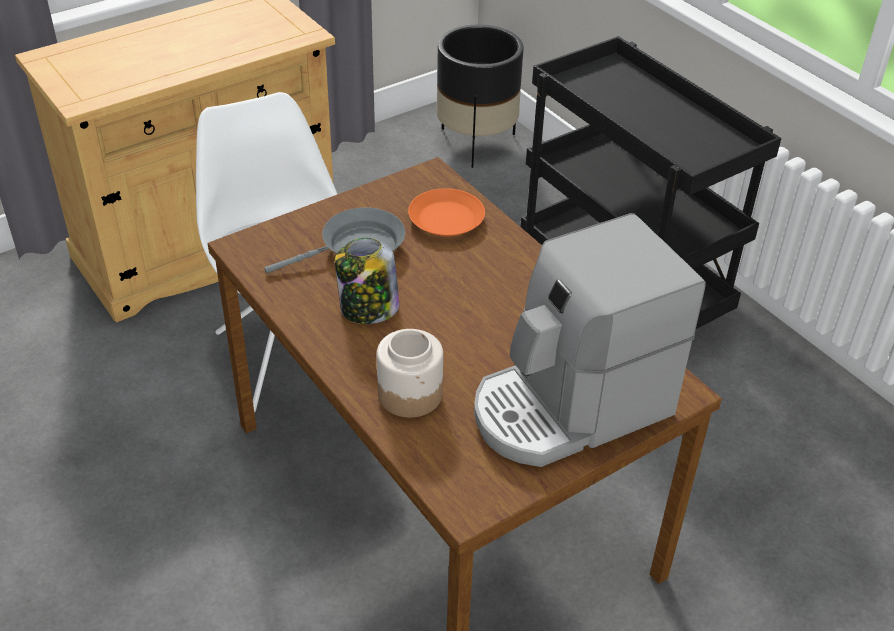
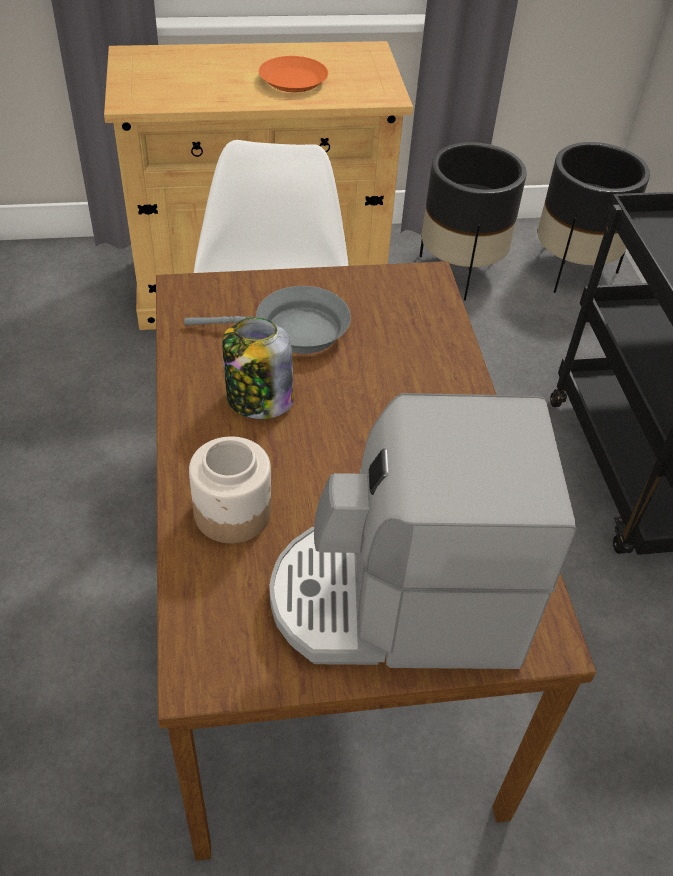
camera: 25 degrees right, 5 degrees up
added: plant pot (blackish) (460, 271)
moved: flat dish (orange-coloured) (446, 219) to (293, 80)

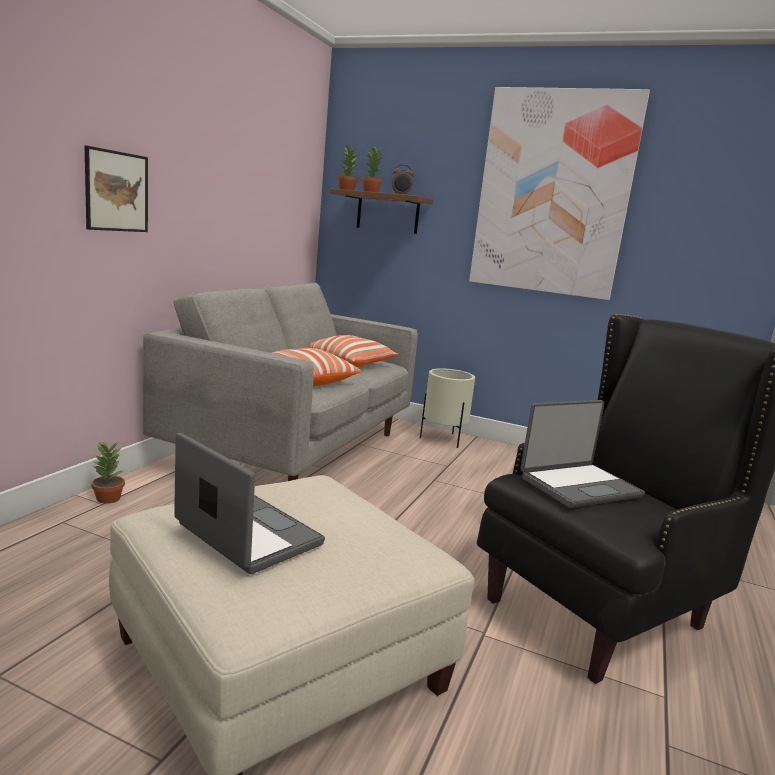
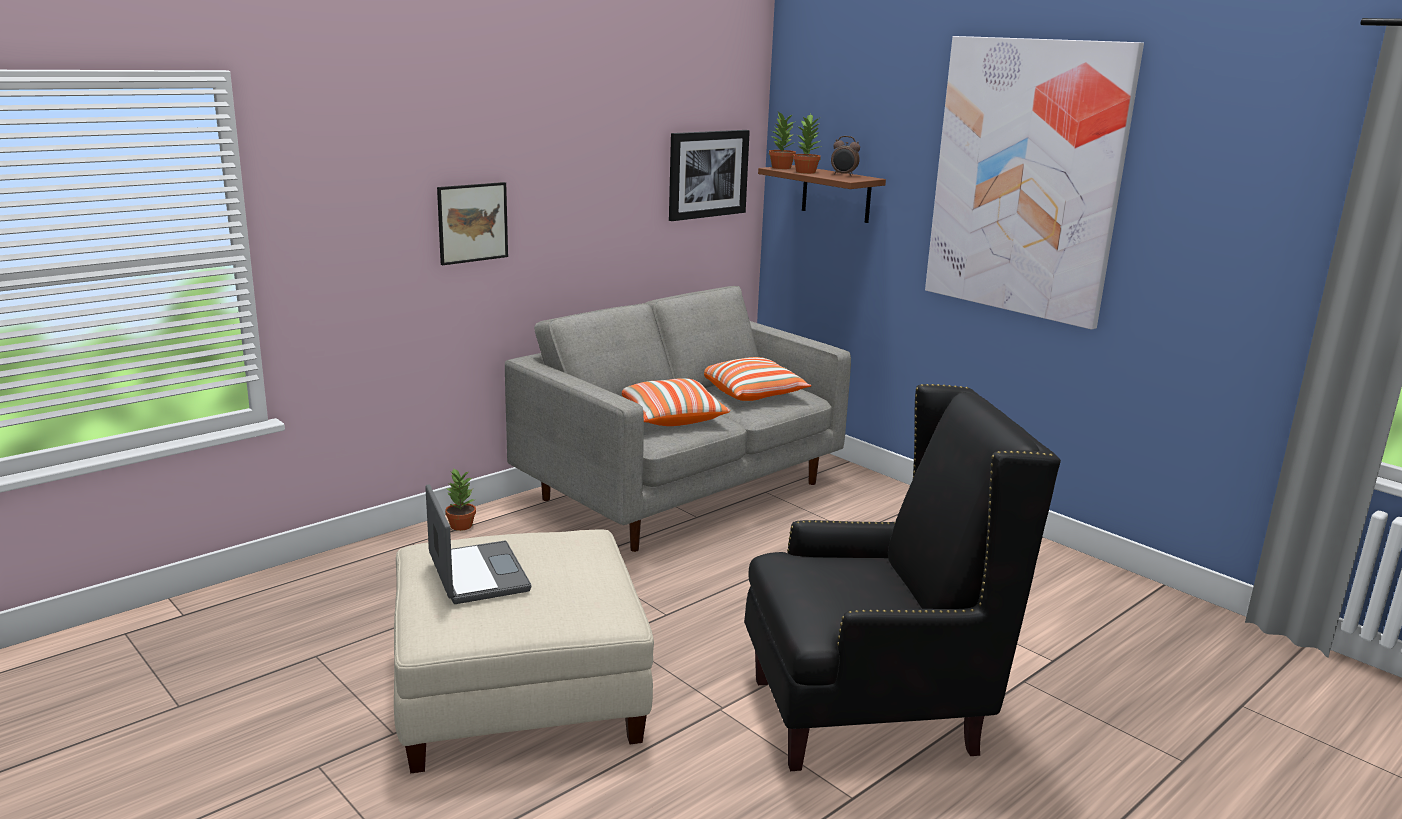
camera: 25 degrees right, 5 degrees up
removed: plant pot (beige-coloured) (443, 439); portable computer (578, 486)
added: wall art (707, 174)

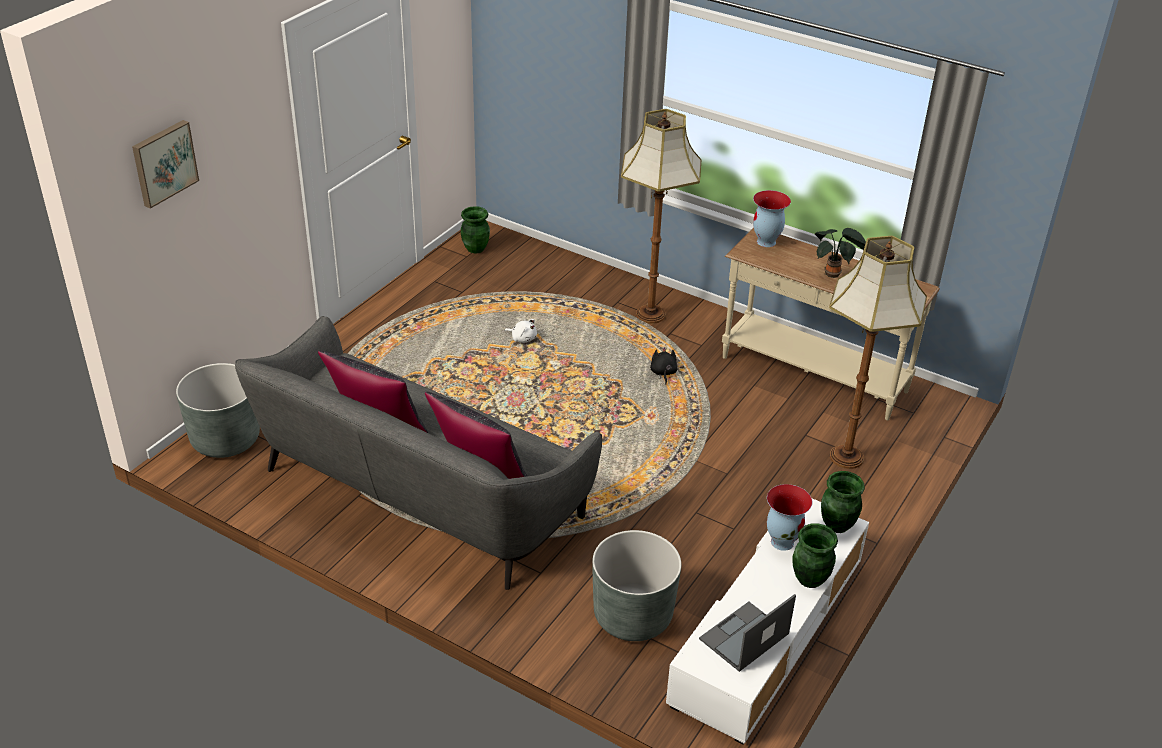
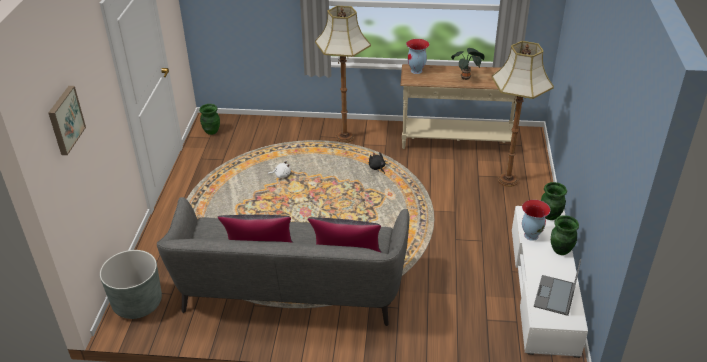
camera: 25 degrees left, 0 degrees up
removed: plant pot (greyish) (632, 615)

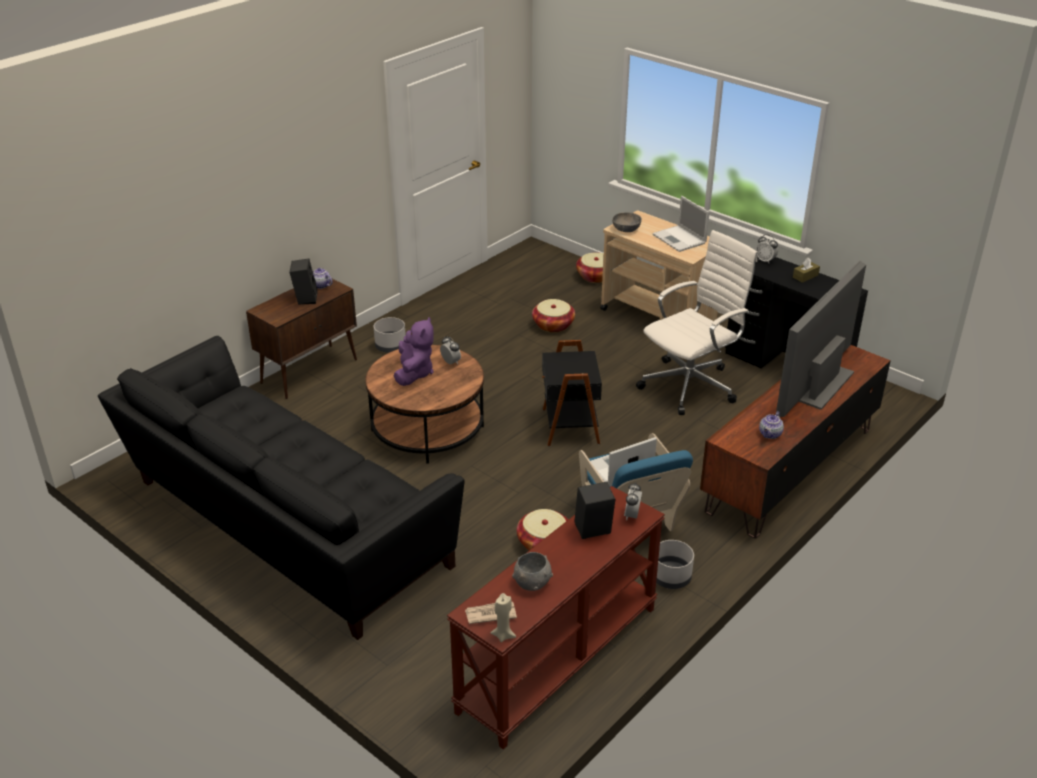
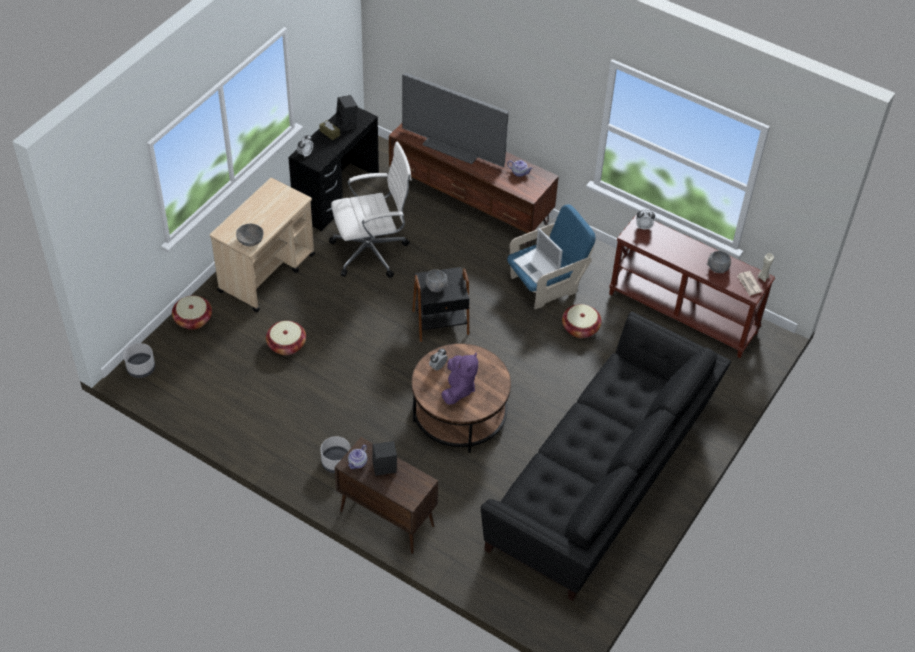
camera: 100 degrees left, 15 degrees up
removed: portable computer (680, 239)
added: deep dish (greyish) (436, 286)
moved: loudspeaker (blackish) (592, 531) to (347, 125); plant pot (greyish) (671, 577) to (141, 368)
turned: desk chair (white) (691, 385) = (372, 252) 120 degrees clockwise; soft toy (purple-coloured) (414, 373) = (458, 389) 105 degrees clockwise

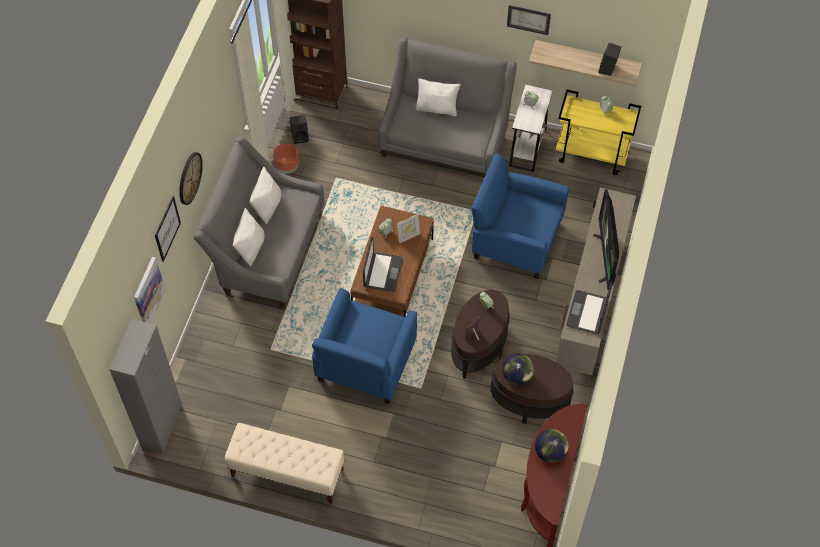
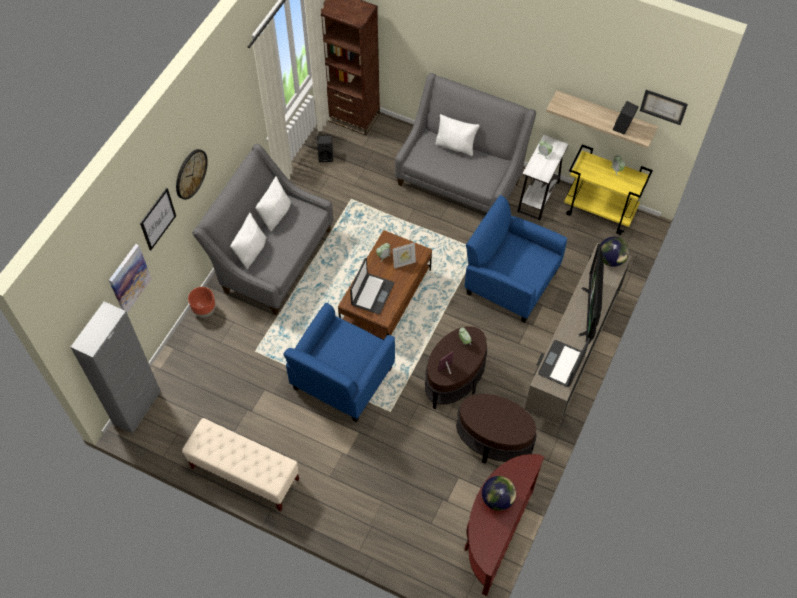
camera: 10 degrees right, 0 degrees up
moved: wall art (528, 19) to (663, 106); plant pot (brown-coloured) (287, 167) to (204, 310); desk globe (517, 376) to (611, 259)

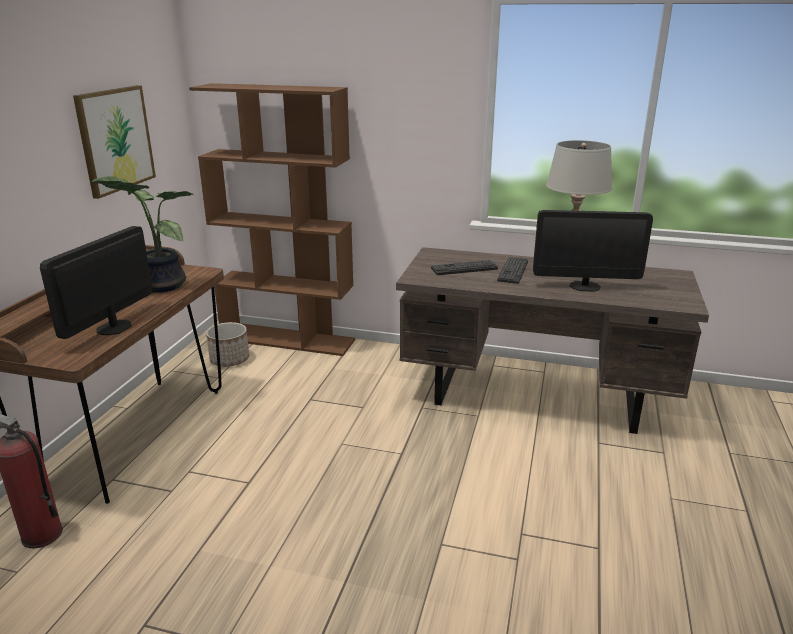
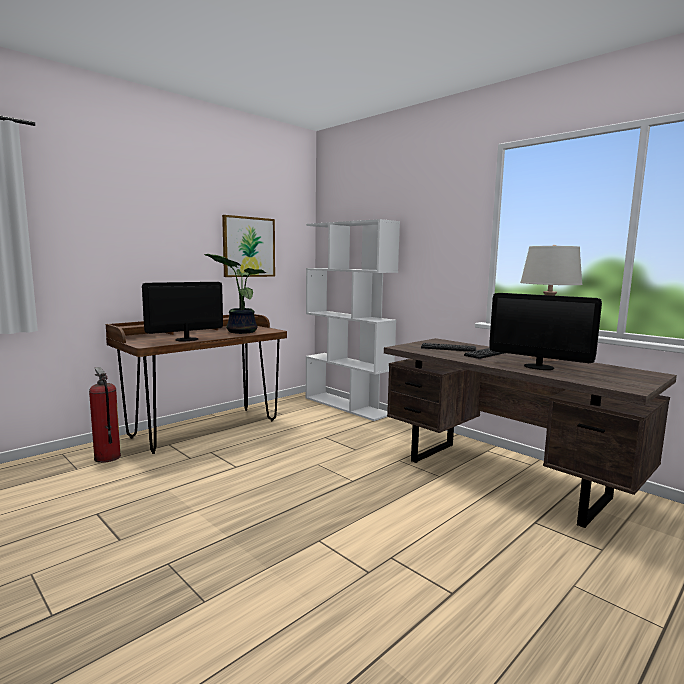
camera: 30 degrees right, 15 degrees down
removed: plant pot (230, 360)
recoloured: shelving unit (brown-coloured) (289, 339) to shelving unit (white) (347, 406)

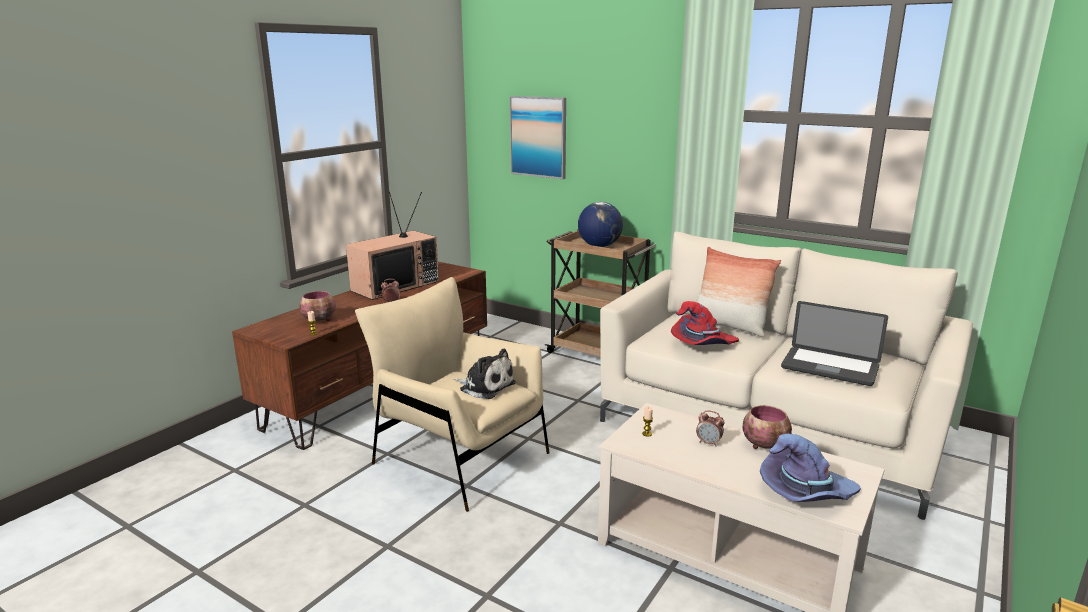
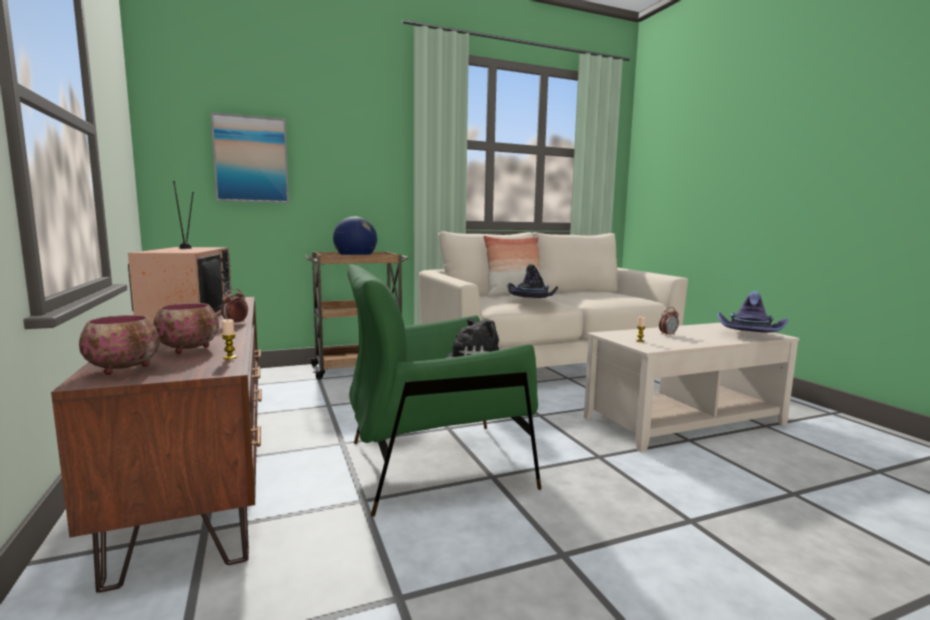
camera: 55 degrees left, 10 degrees down
removed: portable computer (829, 367)
moved: deep dish (766, 445) to (125, 369)
recoloured: armchair (beige-coloured) (460, 458) to armchair (green) (436, 465); clothing hat (red) (702, 344) to clothing hat (blackish) (532, 301)

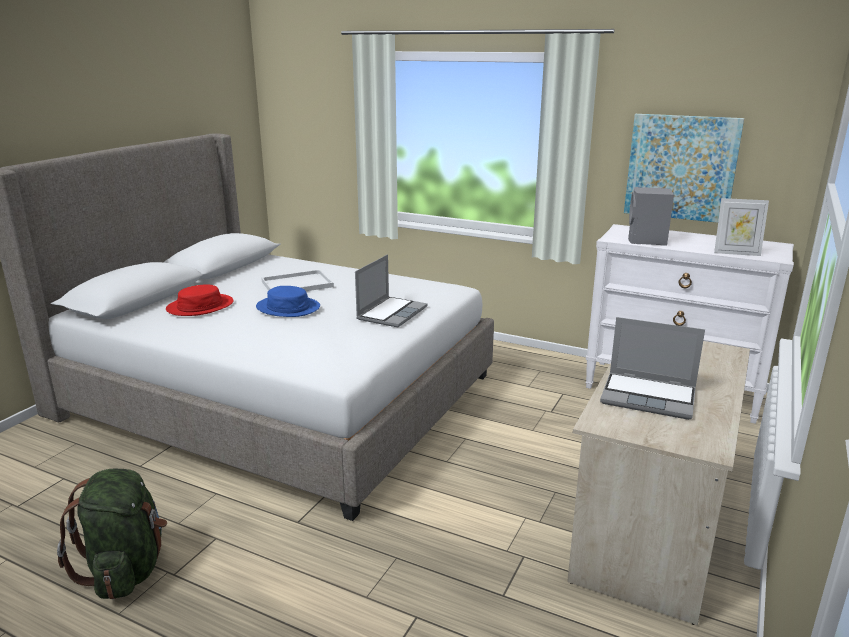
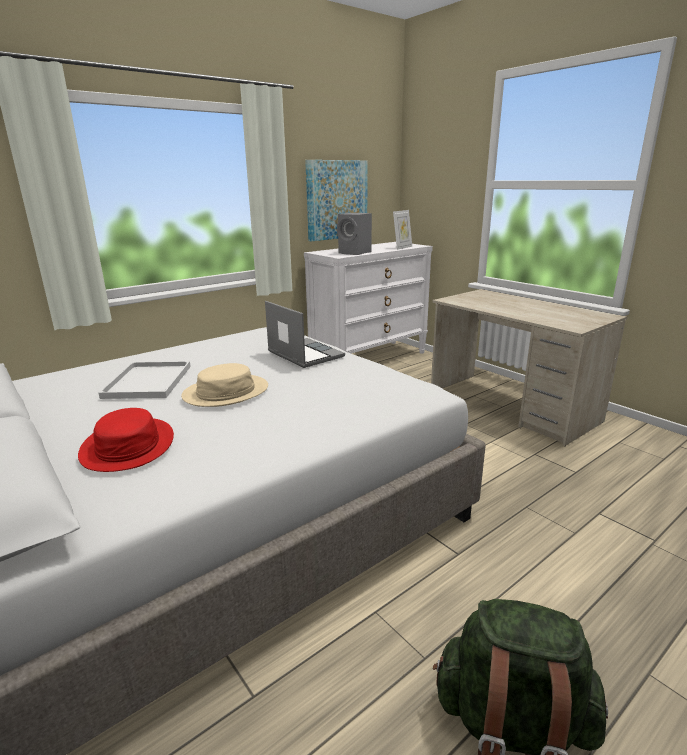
camera: 65 degrees left, 0 degrees up
removed: portable computer (649, 397)
recoloured: clothing hat (blue) (288, 307) to clothing hat (beige-coloured) (226, 392)

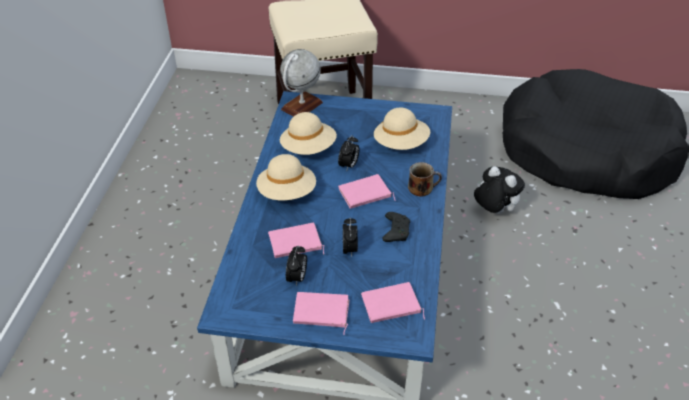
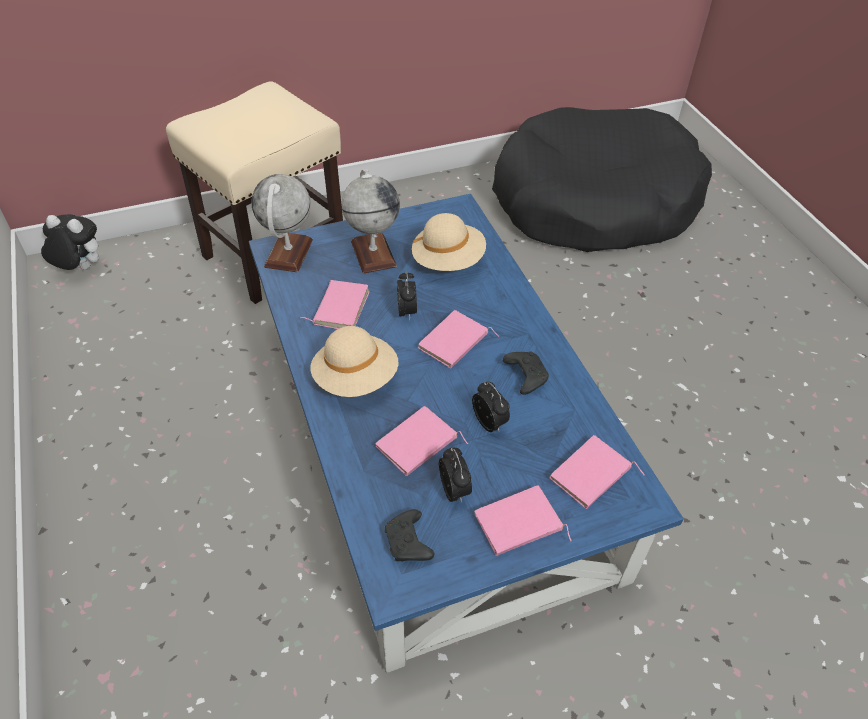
camera: 30 degrees left, 5 degrees up
removed: tea mug (422, 187)
added: desk globe (373, 253); joypad (blackish) (409, 543)
moved: soft toy (493, 211) to (80, 268)
replaced: clothing hat (beige-coloured) (308, 148) to volume (pink-coloured) (339, 307)

